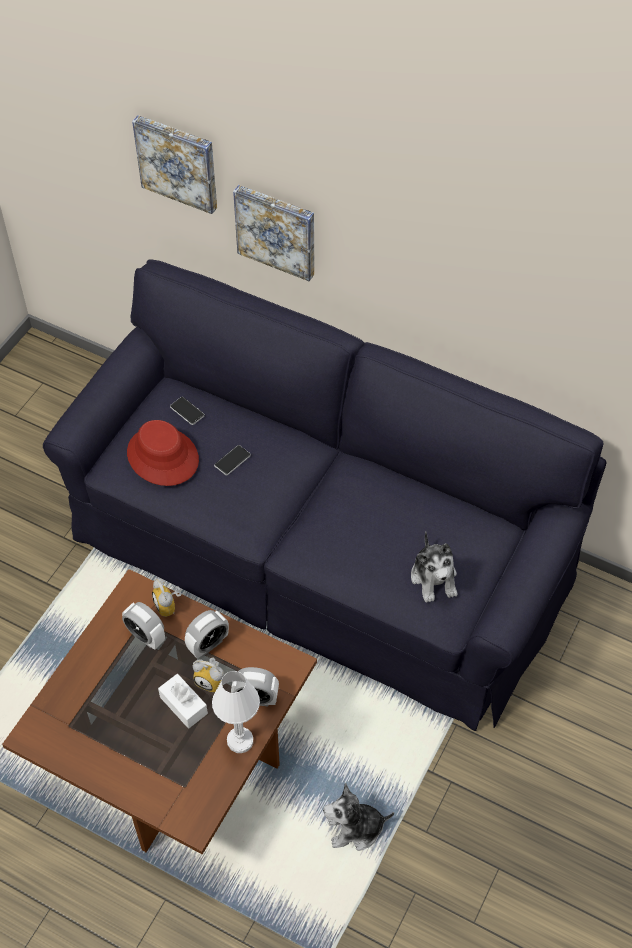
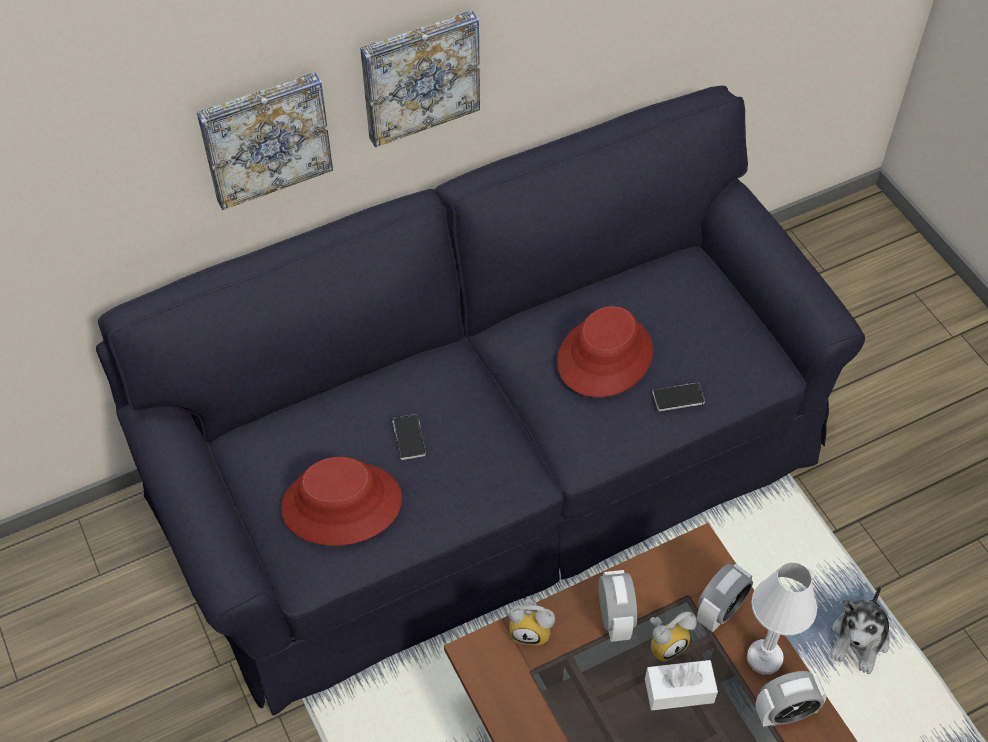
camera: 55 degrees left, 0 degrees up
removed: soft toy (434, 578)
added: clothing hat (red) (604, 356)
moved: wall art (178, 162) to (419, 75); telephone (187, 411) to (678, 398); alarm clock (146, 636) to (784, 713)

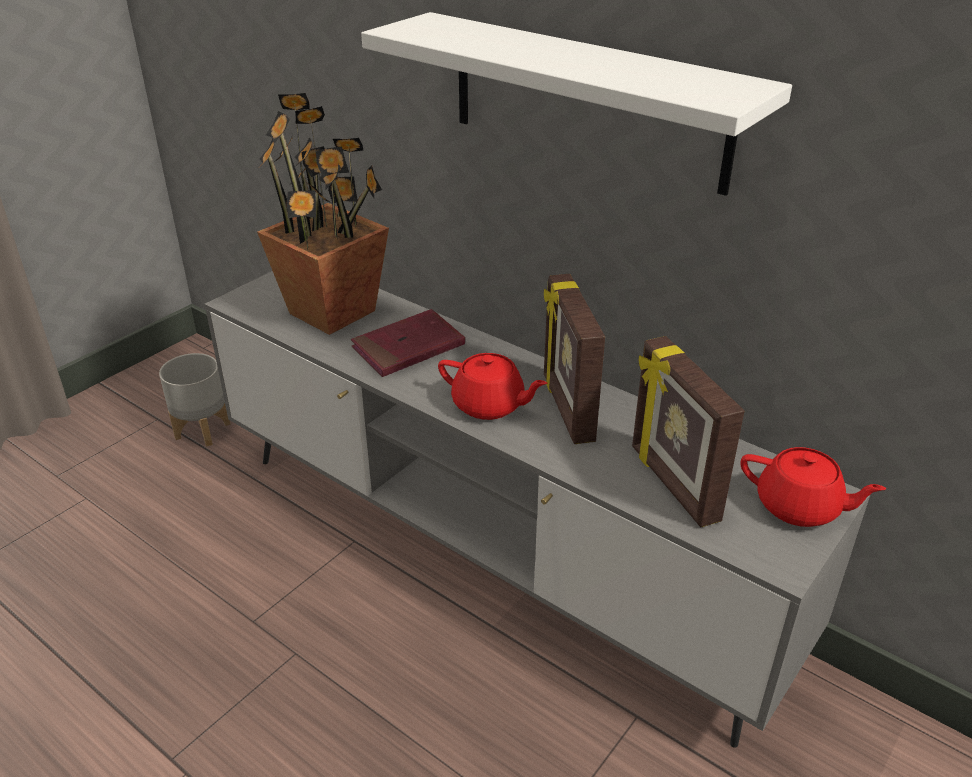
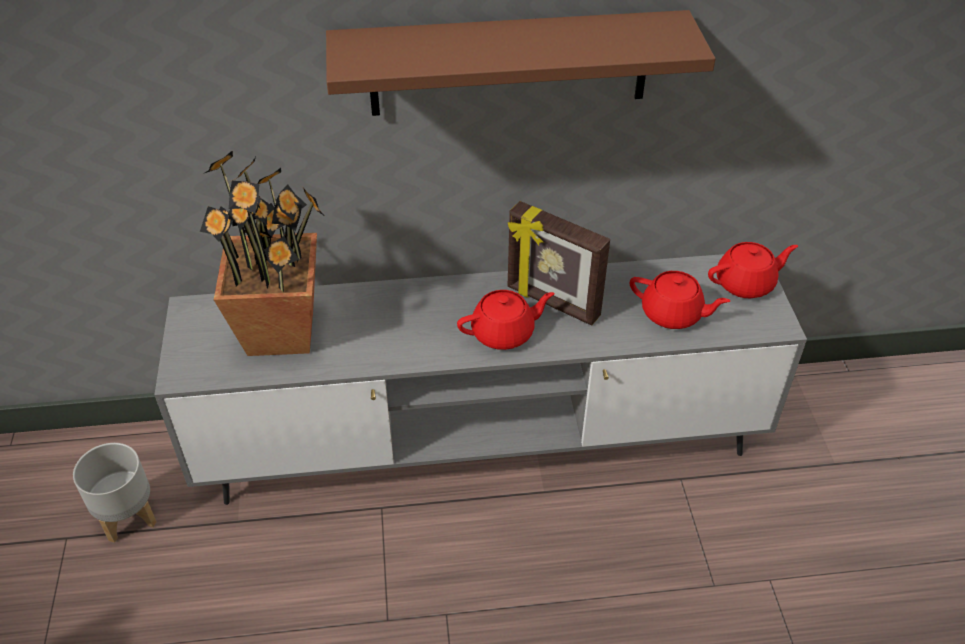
camera: 45 degrees left, 10 degrees up
removed: volume (red) (408, 347)
replaced: picture frame (672, 484) to pot for tea (red) (672, 314)
recoloured: shelf (white) (586, 101) to shelf (brown-coloured) (509, 63)

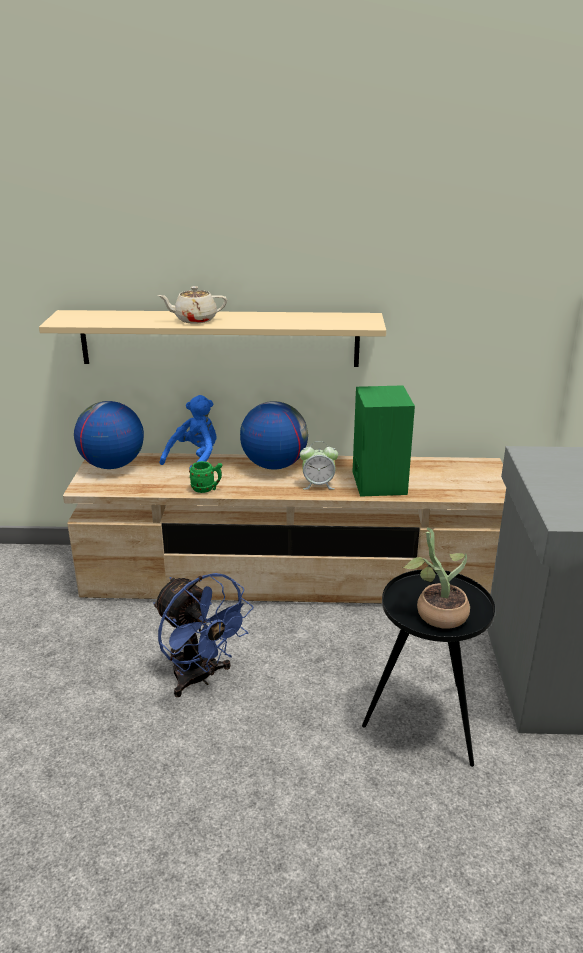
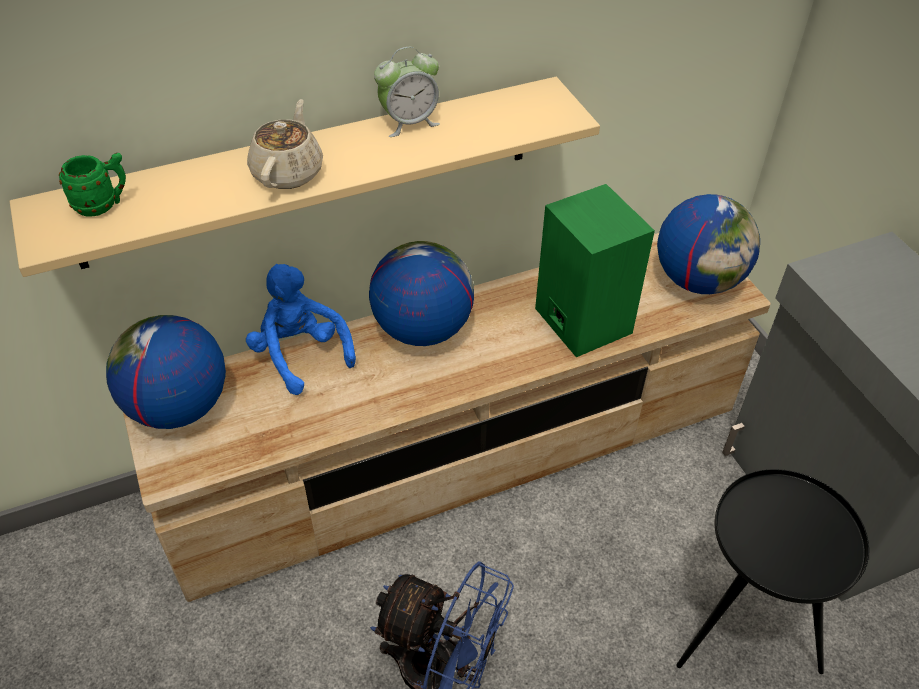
camera: 25 degrees left, 20 degrees up
removed: houseplant (435, 612)
added: desk globe (698, 280)
moved: alarm clock (318, 485) to (409, 122); tea mug (green) (207, 489) to (103, 205)
turned: pot for tea (beige-coloured) (194, 320) = (288, 172) 135 degrees clockwise; soft toy (blue) (195, 460) = (300, 354) 45 degrees counterclockwise

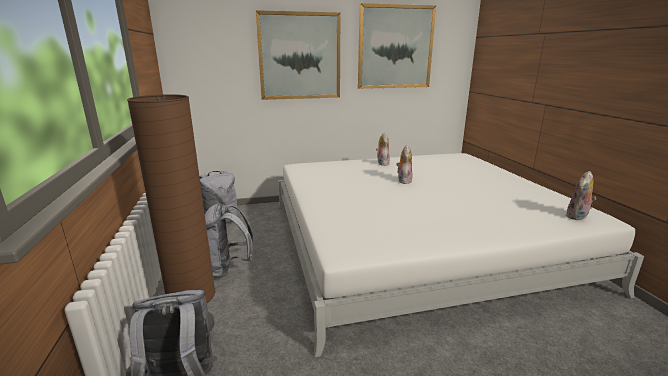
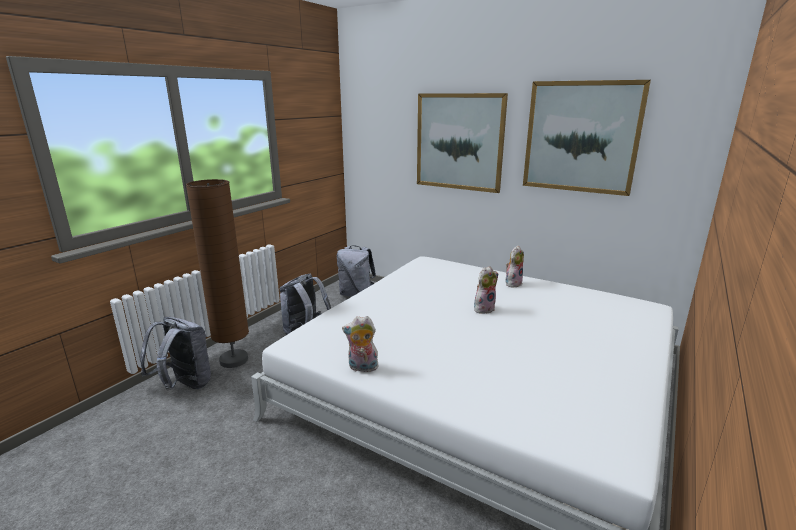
camera: 45 degrees right, 0 degrees up
moved: soft toy (577, 217) to (362, 368)

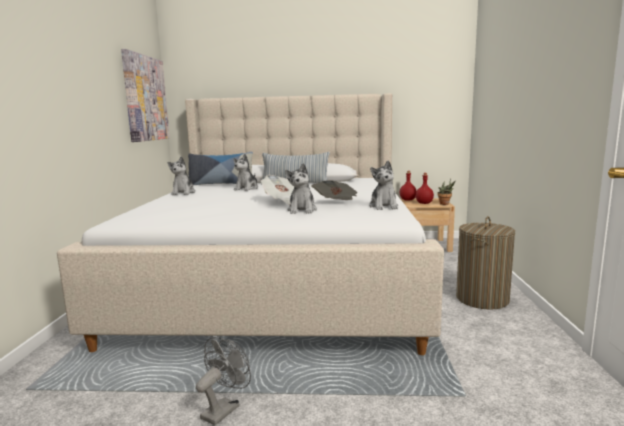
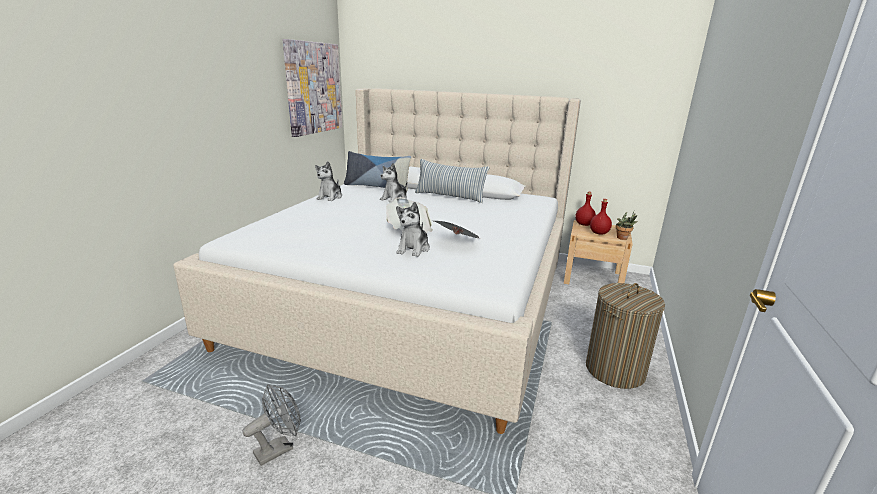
camera: 15 degrees right, 10 degrees up
removed: soft toy (384, 206)

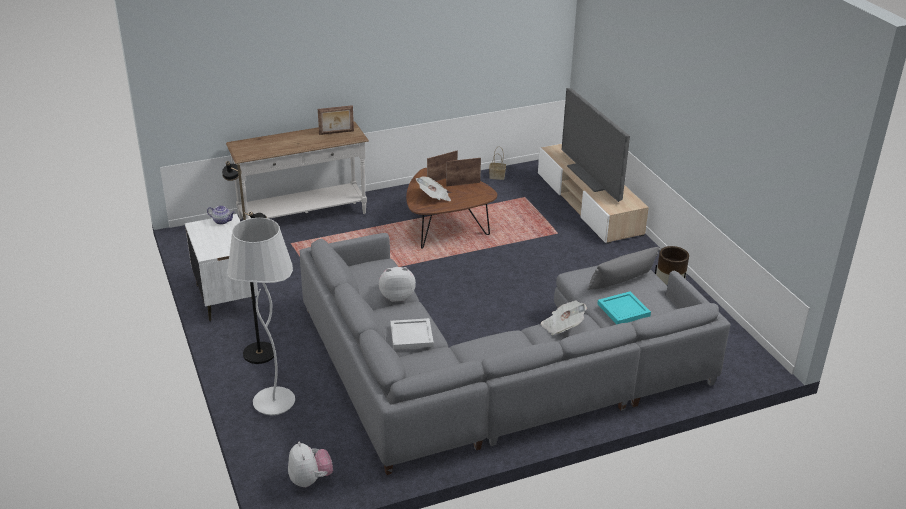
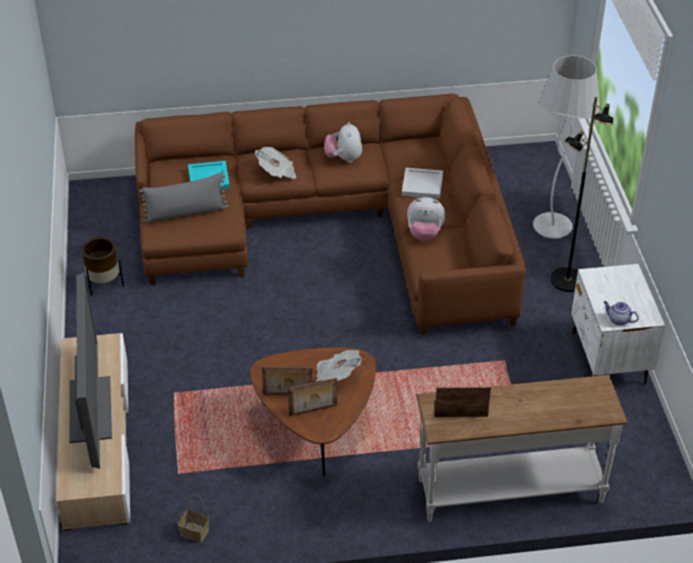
camera: 165 degrees left, 10 degrees up
moved: soft toy (310, 480) to (344, 158)
recoloured: settee (greyish) (496, 371) to settee (brown-coloured) (337, 224)

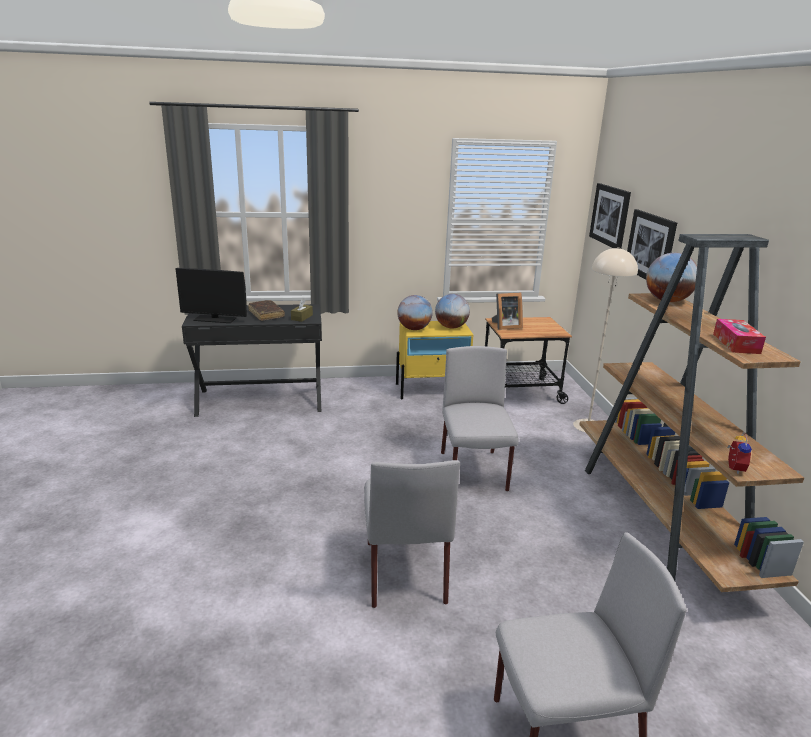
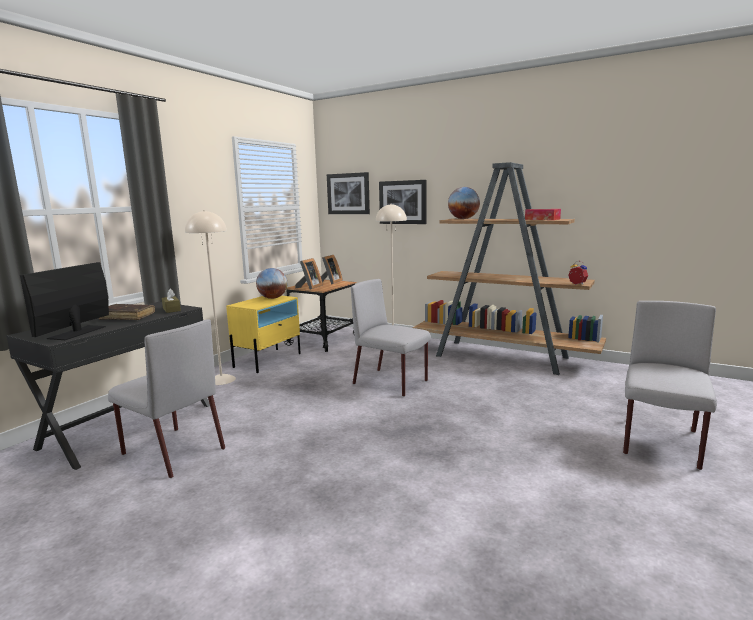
camera: 50 degrees left, 10 degrees down
removed: desk globe (414, 329)
added: standing lamp (beige-coloured) (221, 380); picture frame (330, 282)
moved: plain chair (greyish) (405, 570) to (172, 451)
turned: computer display (215, 319) = (77, 332) 150 degrees clockwise

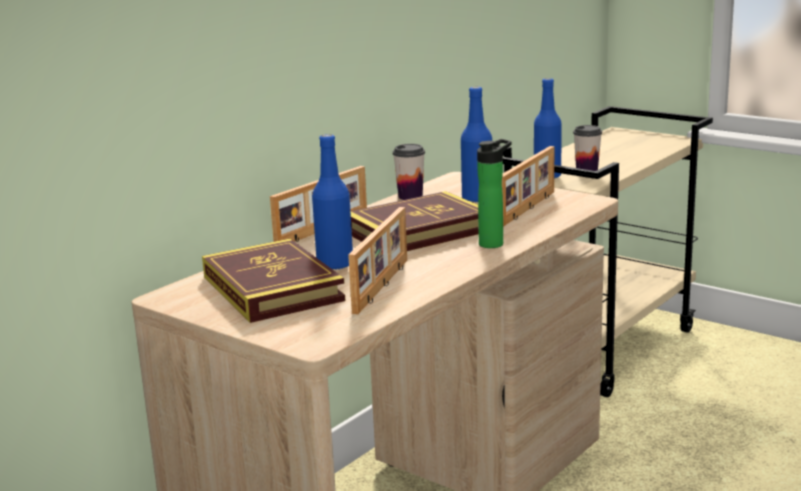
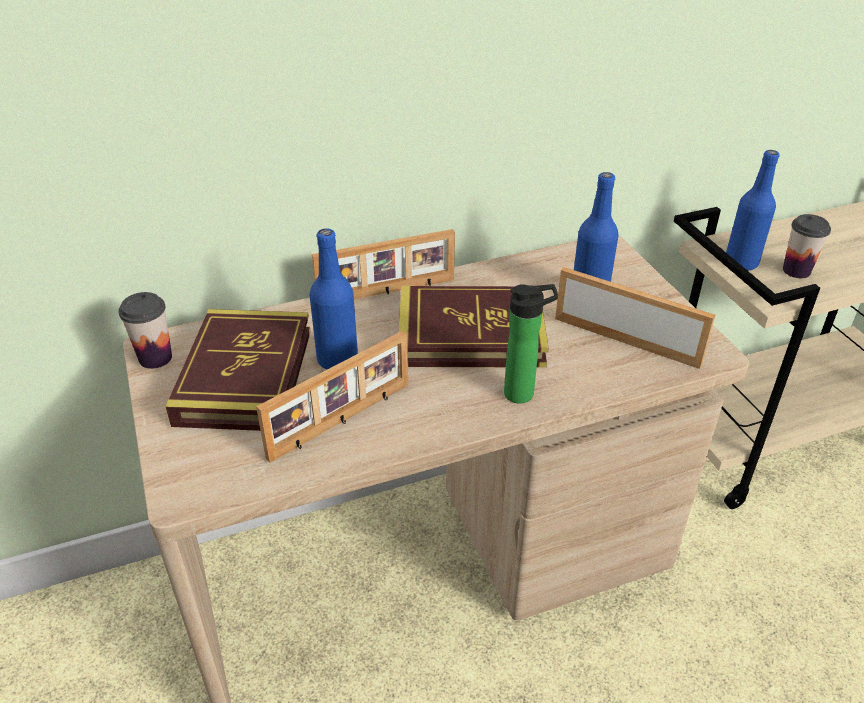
camera: 30 degrees right, 20 degrees up
moved: cup (410, 196) to (155, 358)
turned: picture frame (529, 208) = (626, 340) 120 degrees counterclockwise

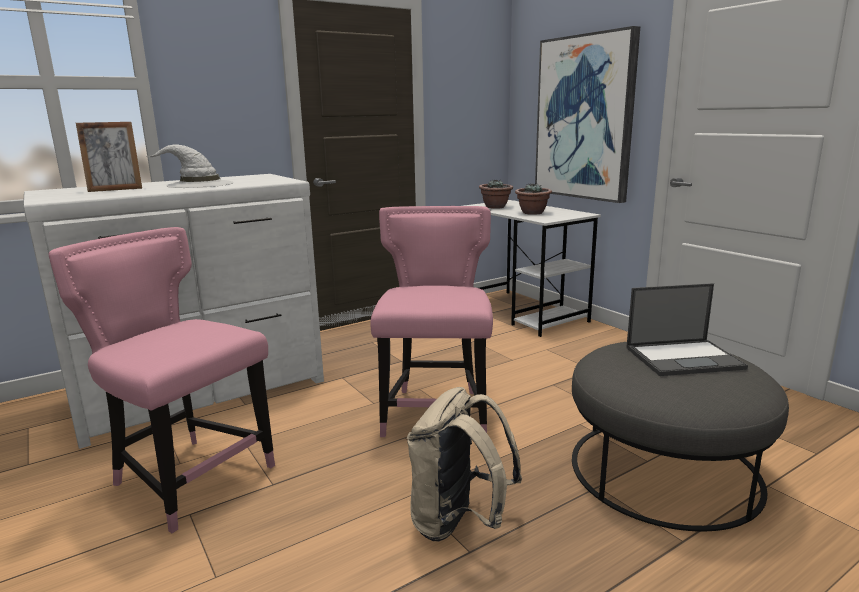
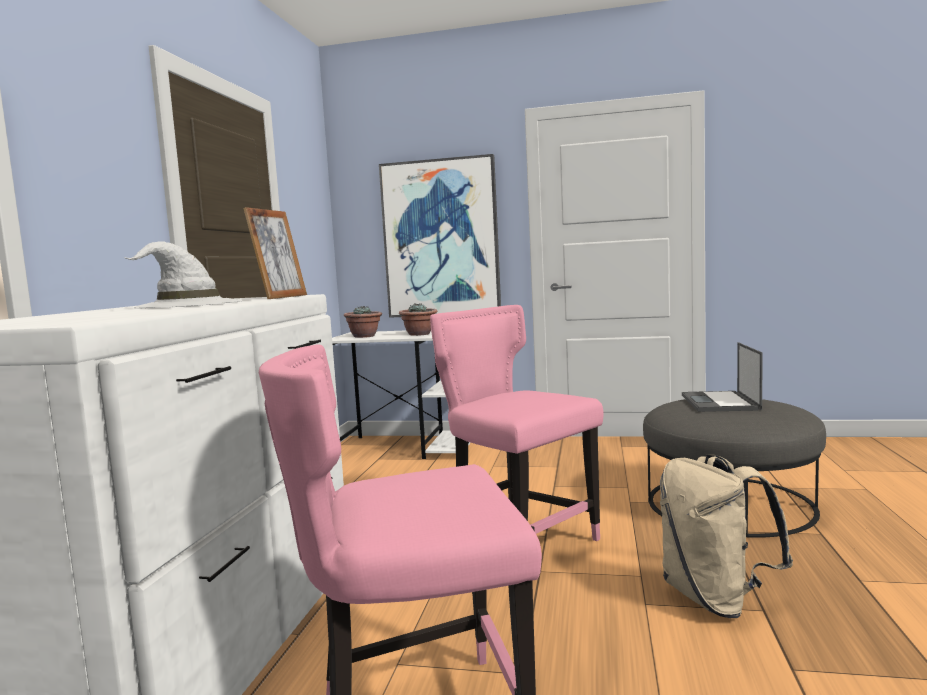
camera: 45 degrees left, 10 degrees down
moved: picture frame (115, 189) to (280, 297)
turned: portable computer (684, 358) = (720, 402) 150 degrees clockwise

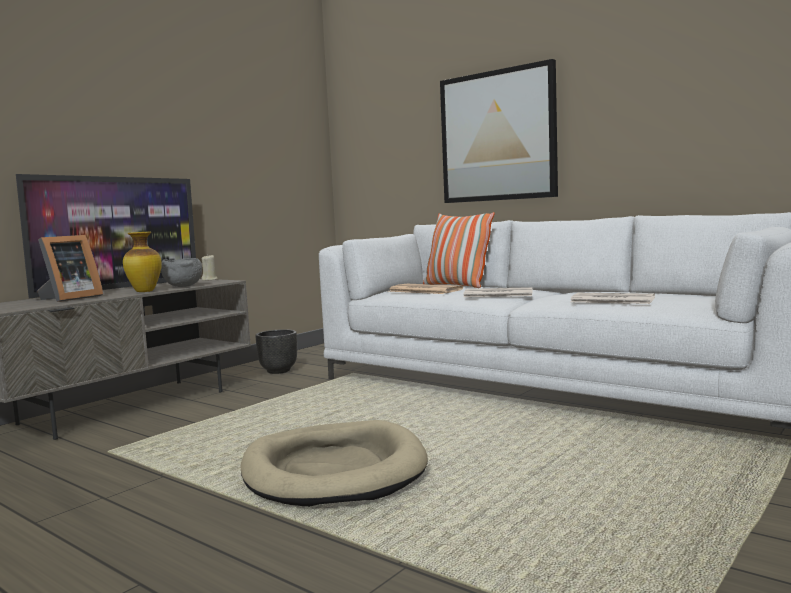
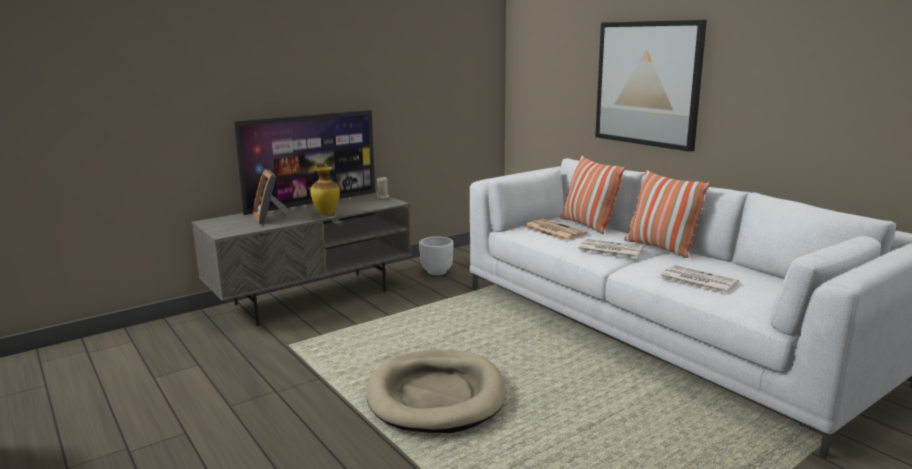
camera: 15 degrees right, 10 degrees up
removed: deep dish (greyish) (183, 286)
added: pillow (660, 247)
recoloured: plant pot (blackish) (279, 371) to plant pot (white) (437, 272)
turned: picture frame (69, 298) = (271, 218) 105 degrees clockwise

